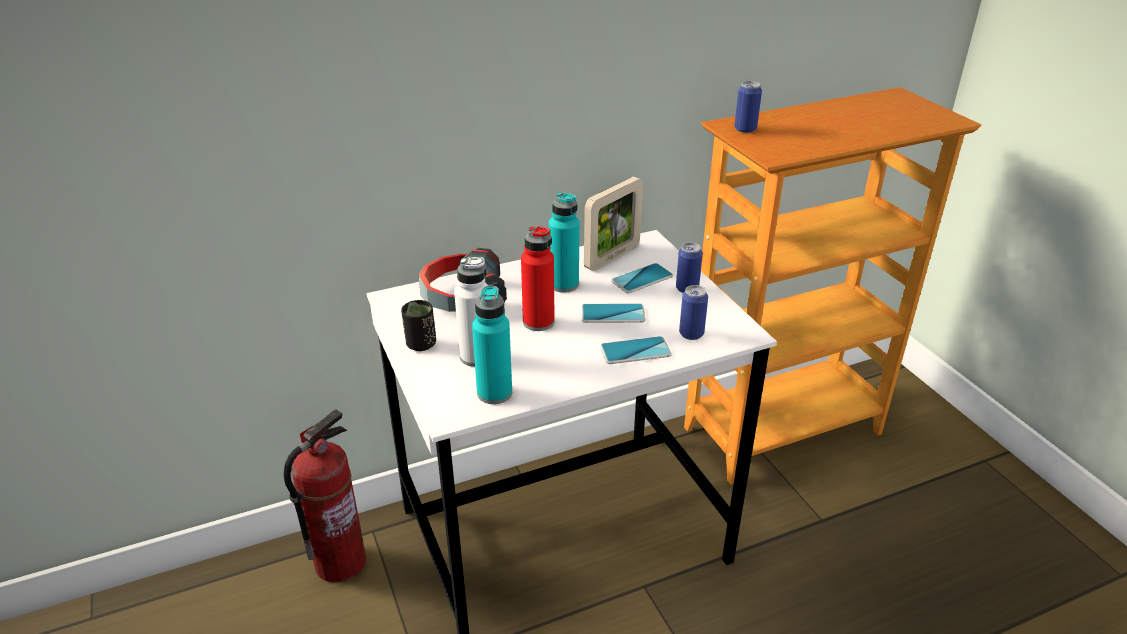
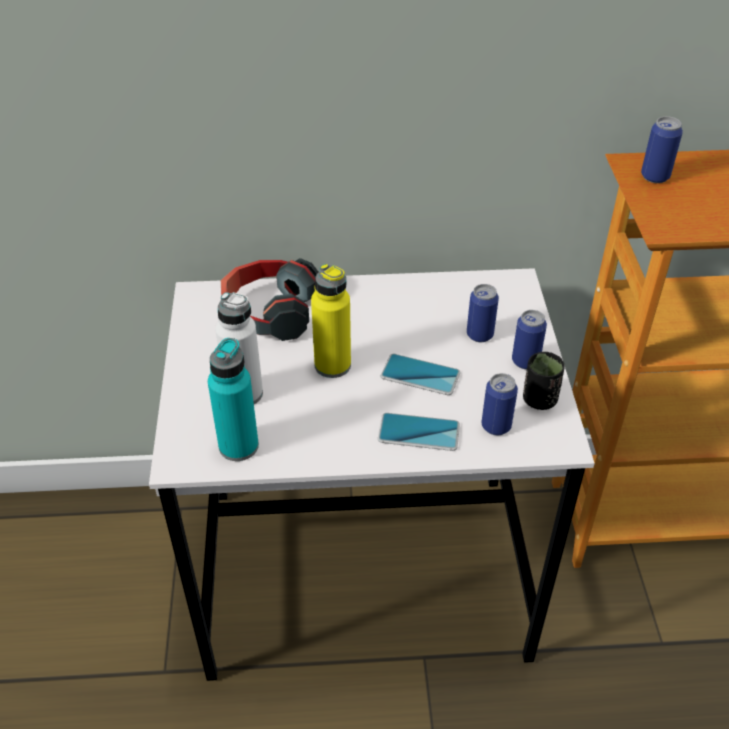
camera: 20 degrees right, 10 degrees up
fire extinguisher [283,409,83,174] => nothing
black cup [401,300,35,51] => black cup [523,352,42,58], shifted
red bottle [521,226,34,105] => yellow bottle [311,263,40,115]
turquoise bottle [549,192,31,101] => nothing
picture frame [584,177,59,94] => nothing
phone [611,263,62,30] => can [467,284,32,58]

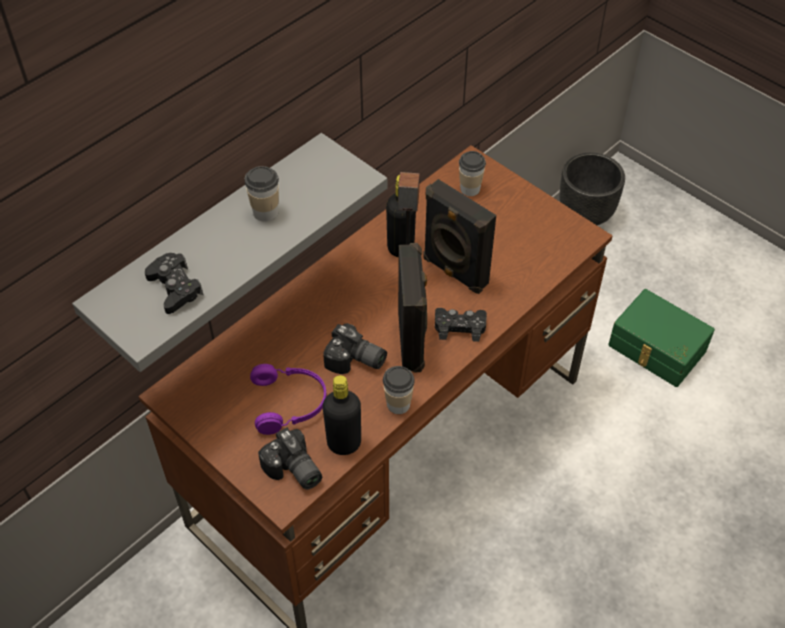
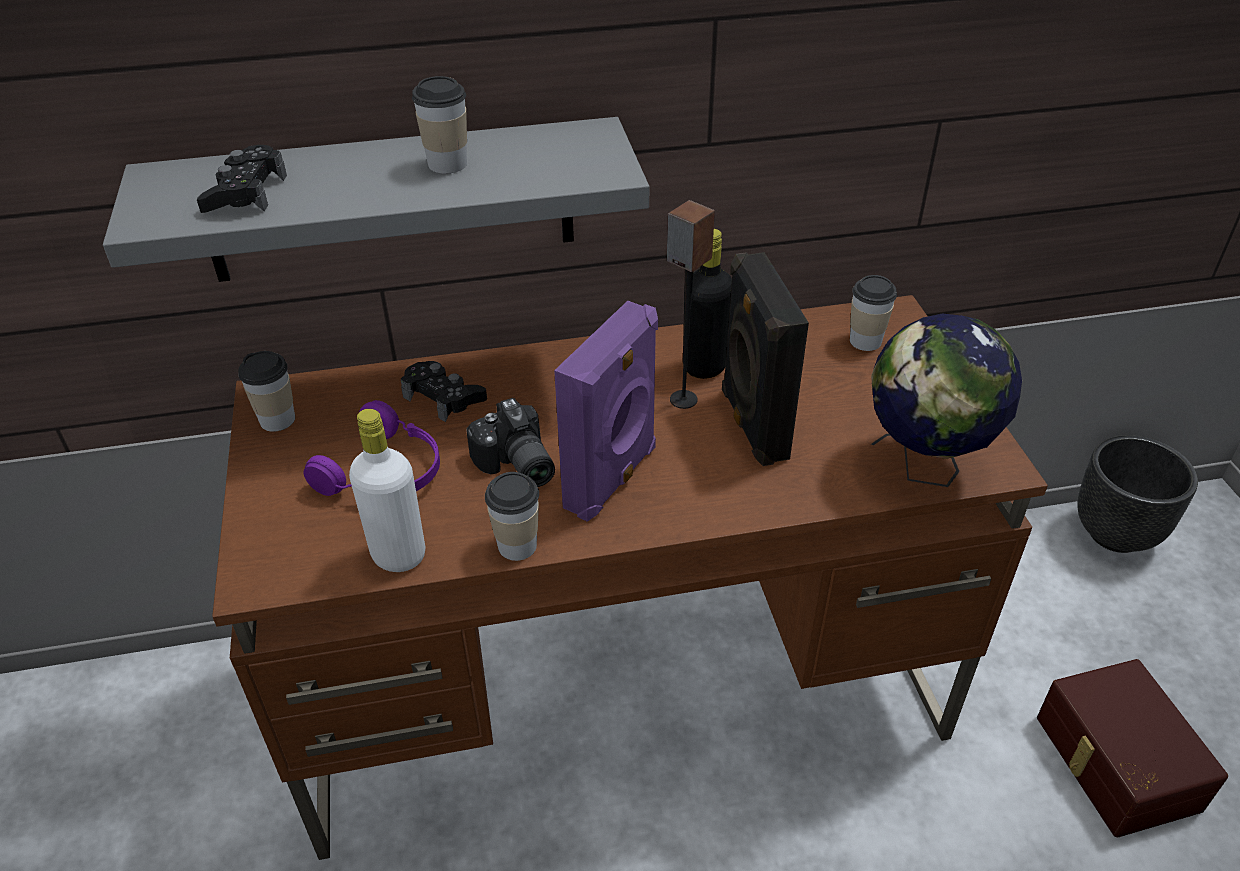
camera: 35 degrees right, 10 degrees down
photo camera [258,427,64,63] => nothing
black bottle [323,375,38,80] => white bottle [349,409,76,163]
black speaker [398,243,29,130] => purple speaker [554,301,104,221]
black game controller [435,308,52,34] => black game controller [401,361,86,61], shifted
green storage box [608,289,107,98] => brown storage box [1037,659,191,178]
nothing => cup [238,351,57,81]
nothing => globe [871,313,151,174]

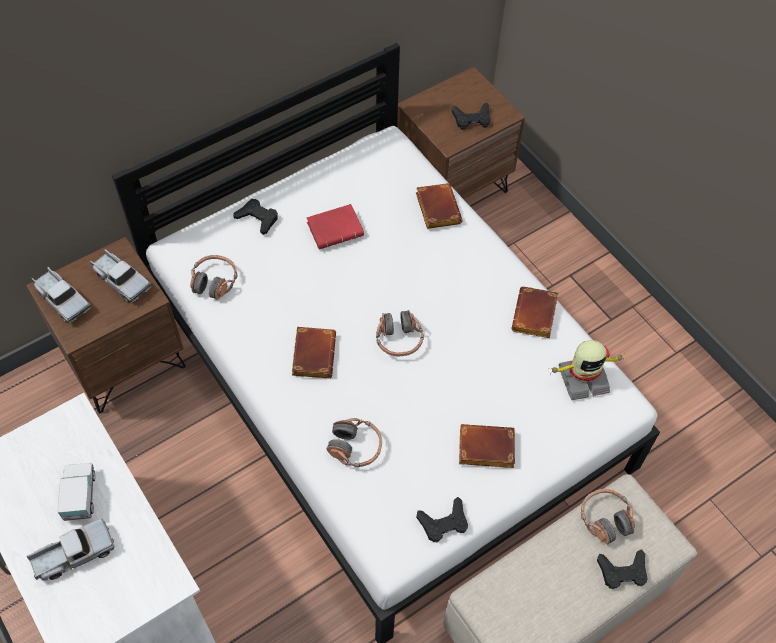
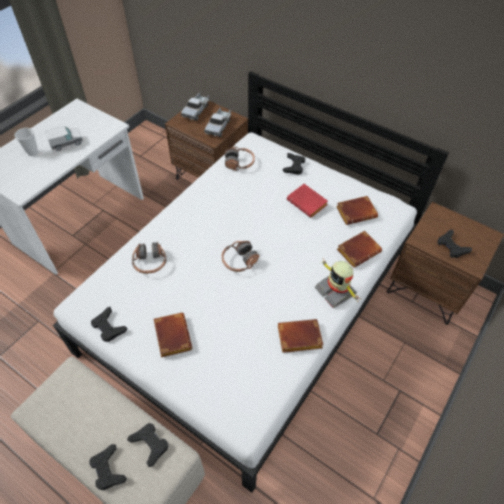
camera: 70 degrees right, 5 degrees down
toy truck [27,519,88,62] => cup [14,128,24,28]
brown book [292,327,44,51] => brown book [336,196,42,29], shifted
toy robot [550,340,75,60] => toy robot [315,259,46,49], shifted
headphones [581,489,54,55] => black game controller [127,423,41,44]

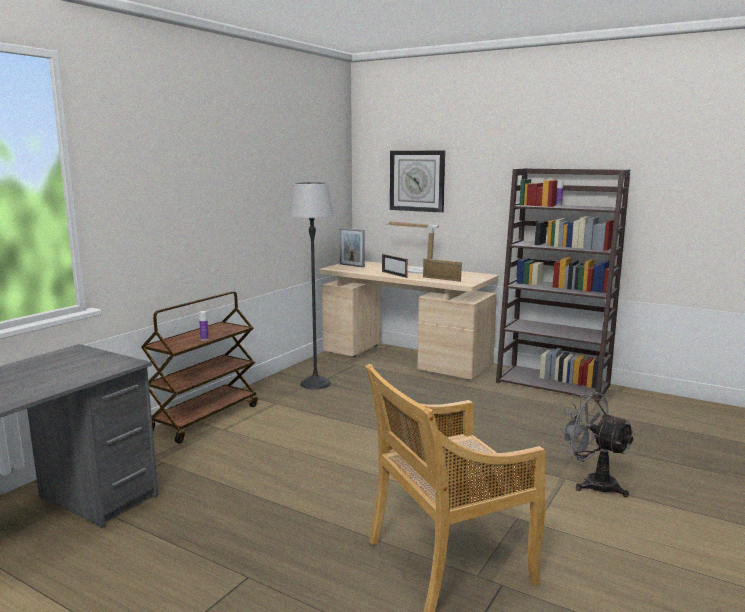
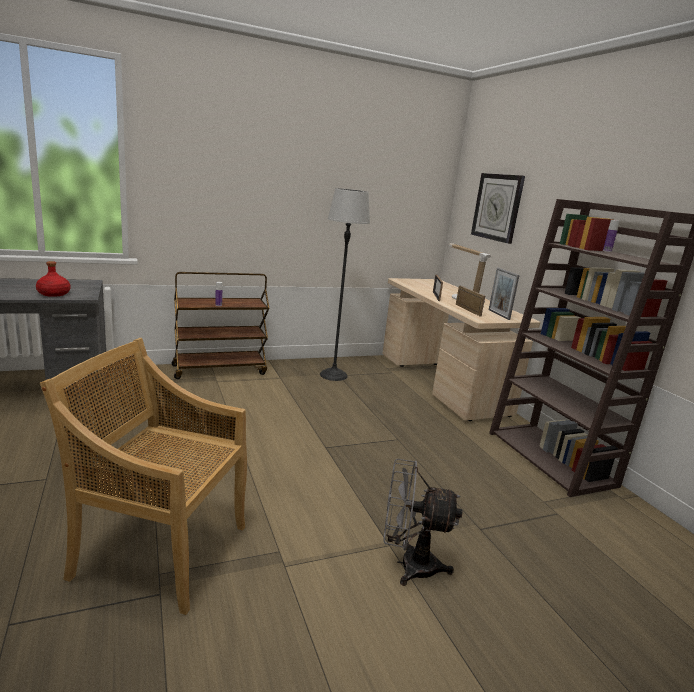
camera: 35 degrees right, 5 degrees up
picture frame [339,228,26,40] => picture frame [489,268,31,52], shifted
grey fan [558,389,77,109] => grey fan [383,459,80,127], 75 degrees counterclockwise
nothing => red bottle [36,261,34,36]

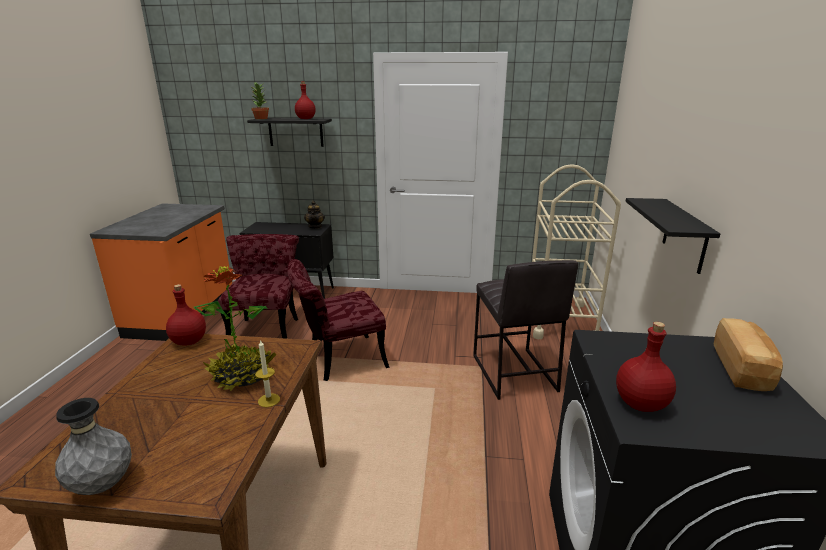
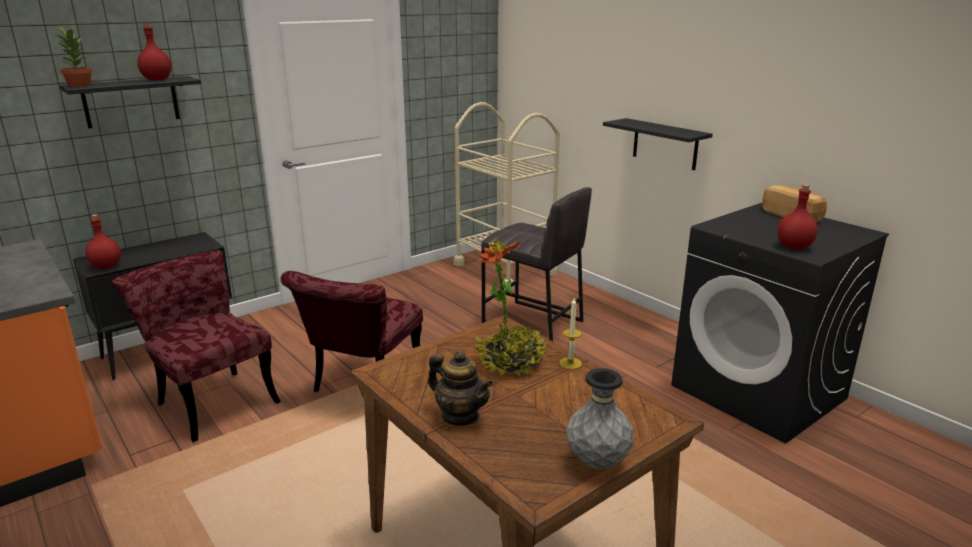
camera: 45 degrees left, 0 degrees up
red bottle [166,284,40,62] => red bottle [85,214,36,55], shifted
teapot [304,201,21,28] => teapot [428,351,65,75], shifted

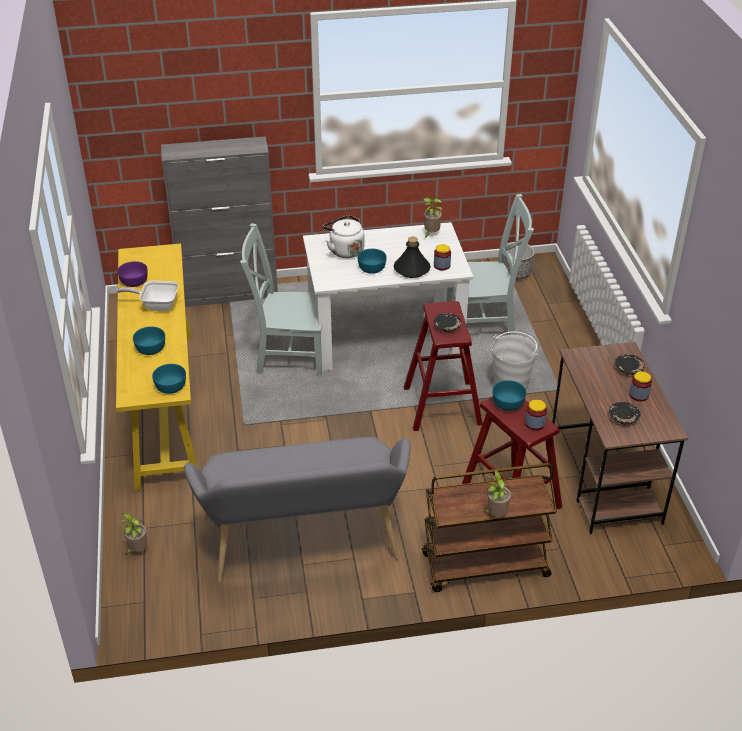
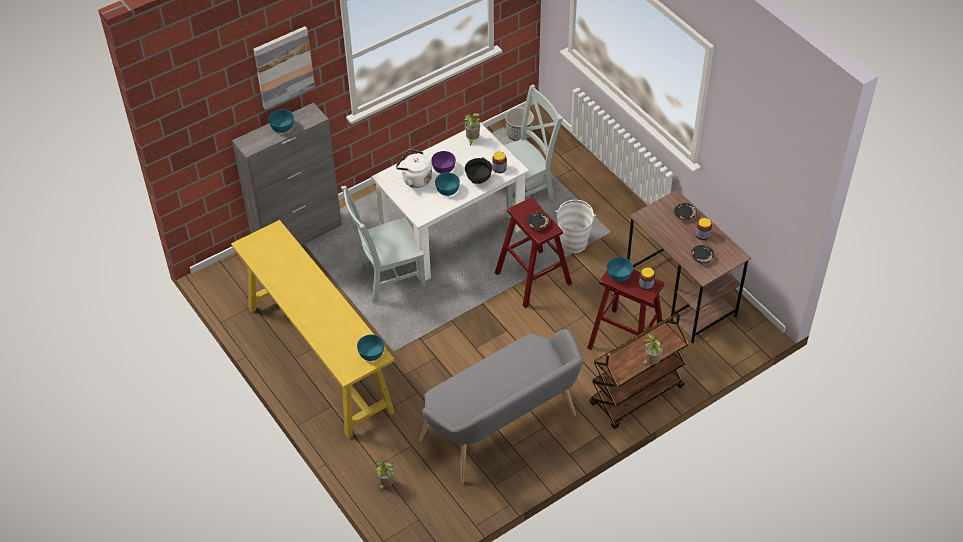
camera: 25 degrees left, 10 degrees up
frying pan [116,281,63,30] => nothing
purple bowl [117,261,31,26] => purple bowl [431,151,25,23], shifted
turquoise bowl [133,327,32,28] => turquoise bowl [269,109,25,24], shifted
black bottle [394,237,37,41] => black bowl [465,158,28,26]
nothing => picture [253,26,62,84]

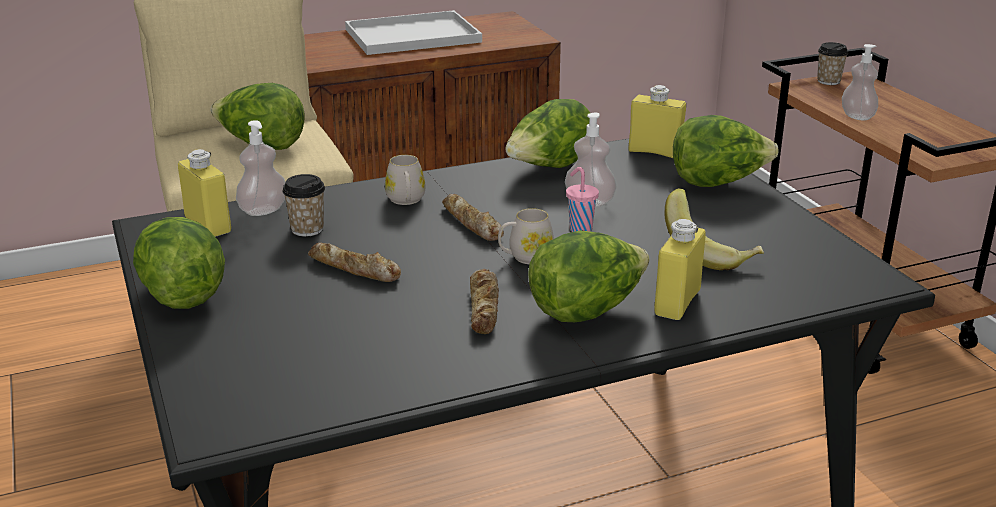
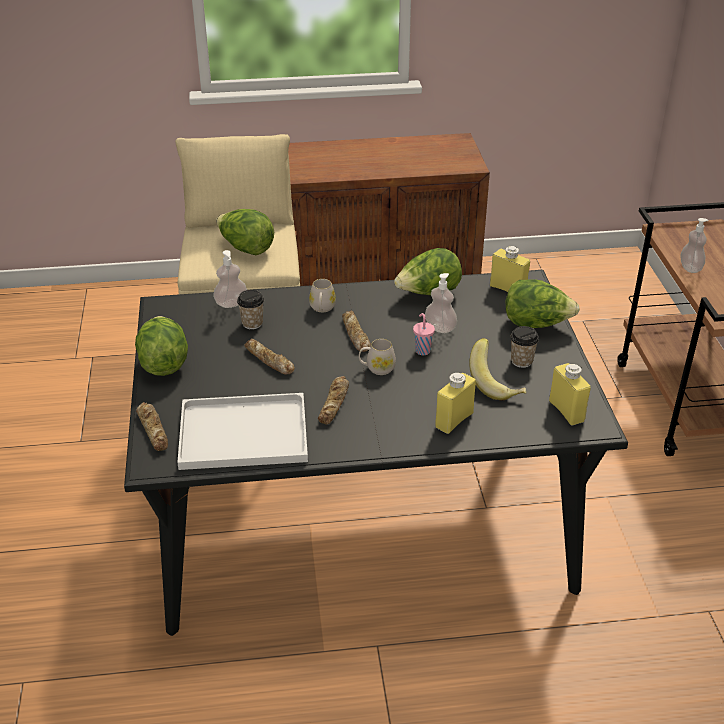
camera: 15 degrees right, 10 degrees up
yellow bottle [178,149,53,88] => yellow bottle [549,363,42,62], shifted
white tray [345,10,137,45] => white tray [177,393,131,77], shifted
lettuce [528,230,121,92] => nothing
cup [817,42,31,43] => cup [510,326,29,42], shifted
nothing => bread [136,402,32,49]

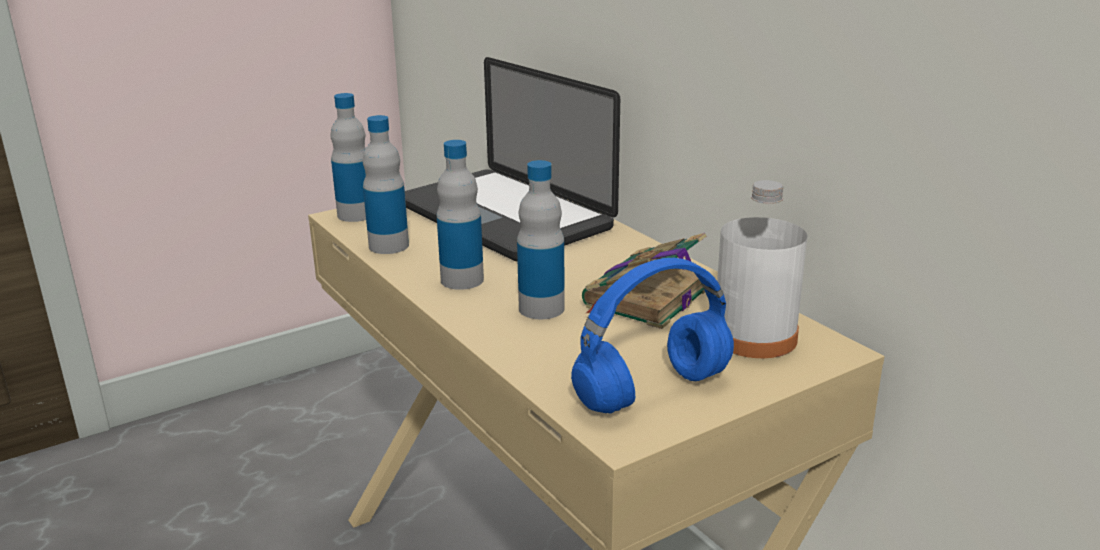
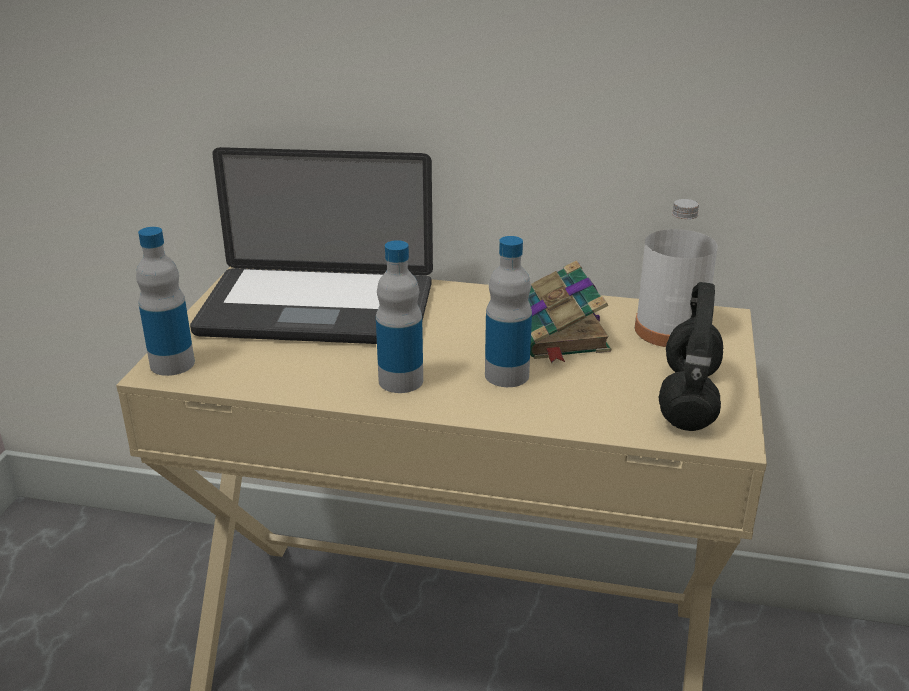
camera: 45 degrees left, 5 degrees up
bottle [363,115,46,139] => nothing
blue headphones [571,258,163,156] => black headphones [659,282,64,149]

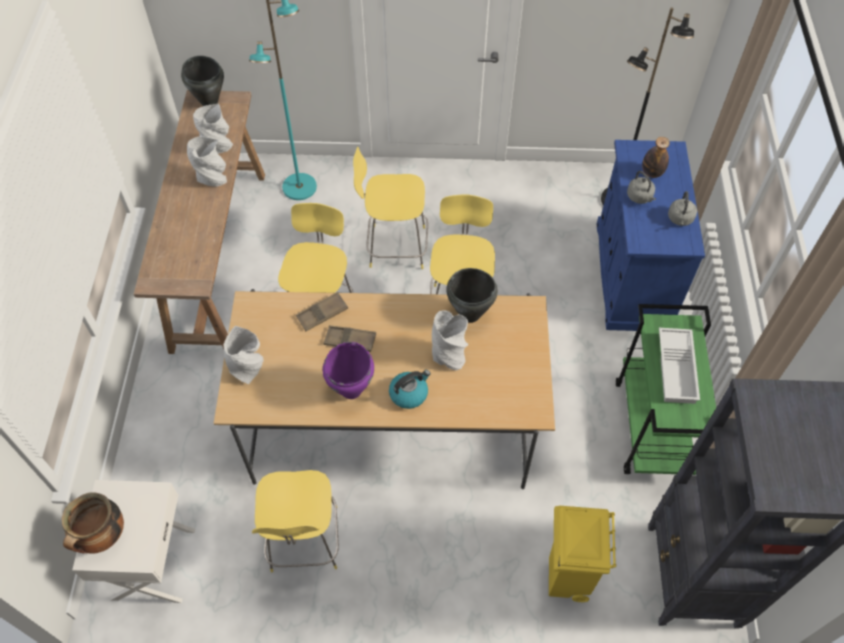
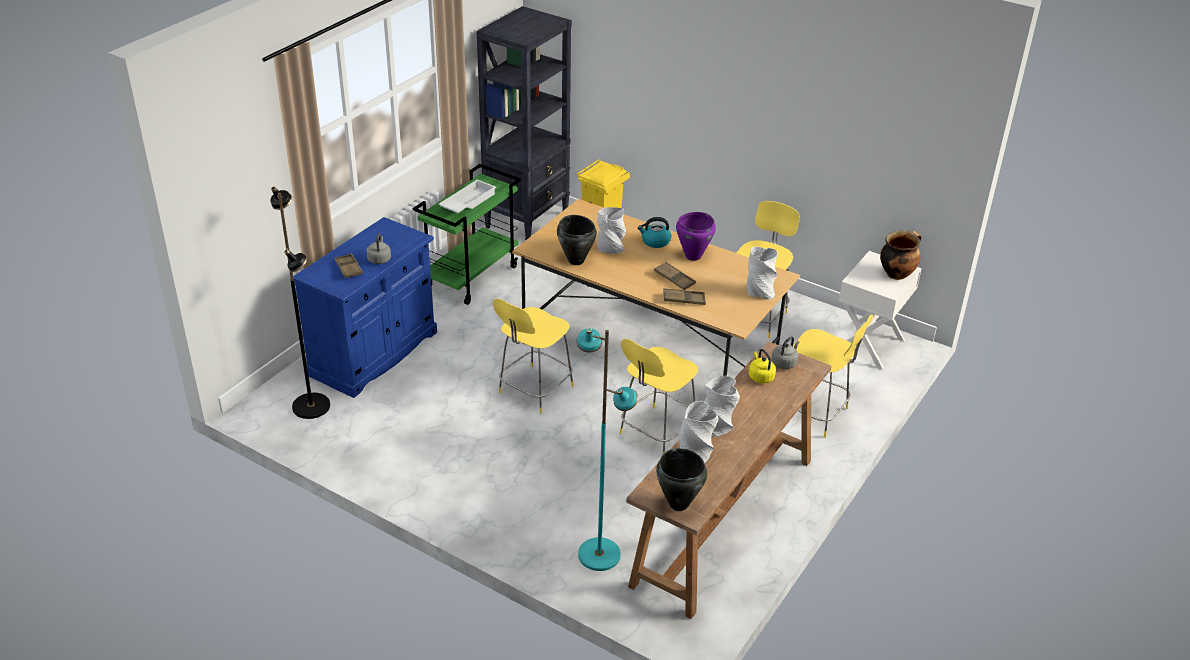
camera: 150 degrees left, 20 degrees down
yellow stool [353,147,75,122] => yellow stool [793,314,80,124], shifted
bottle [642,137,28,41] => brown tray [335,253,28,25]
grey kettle [668,191,29,35] => grey kettle [771,336,29,33], shifted
nothing => yellow kettle [749,349,27,34]

